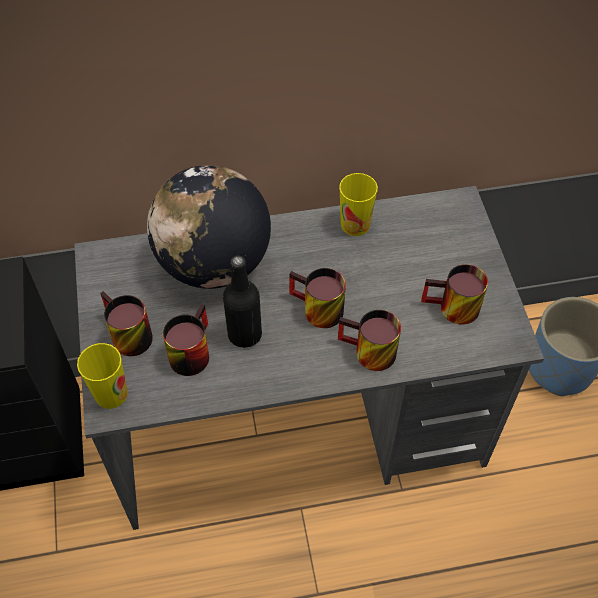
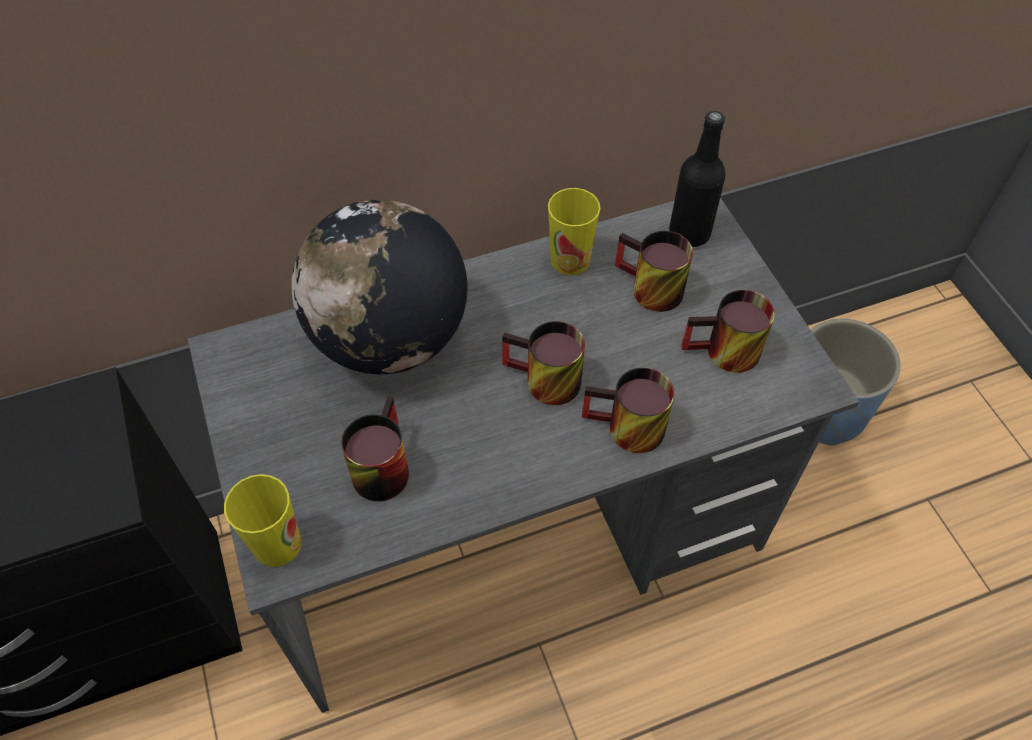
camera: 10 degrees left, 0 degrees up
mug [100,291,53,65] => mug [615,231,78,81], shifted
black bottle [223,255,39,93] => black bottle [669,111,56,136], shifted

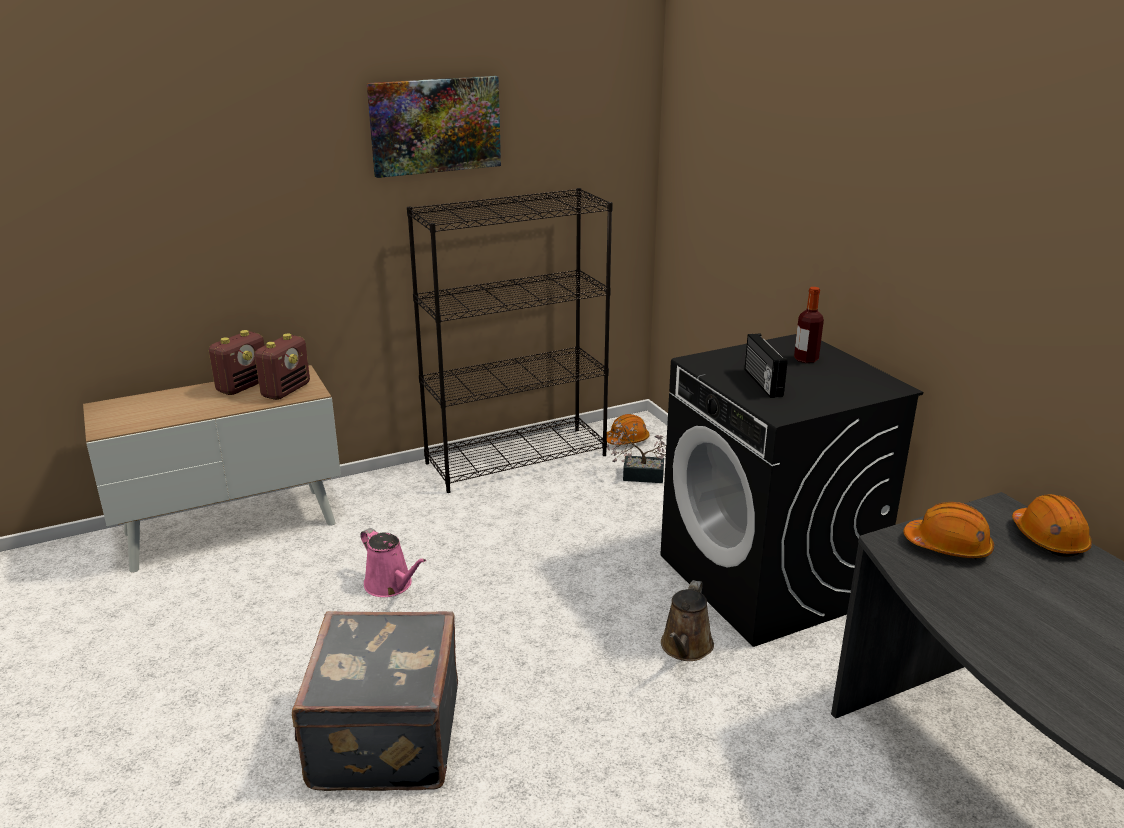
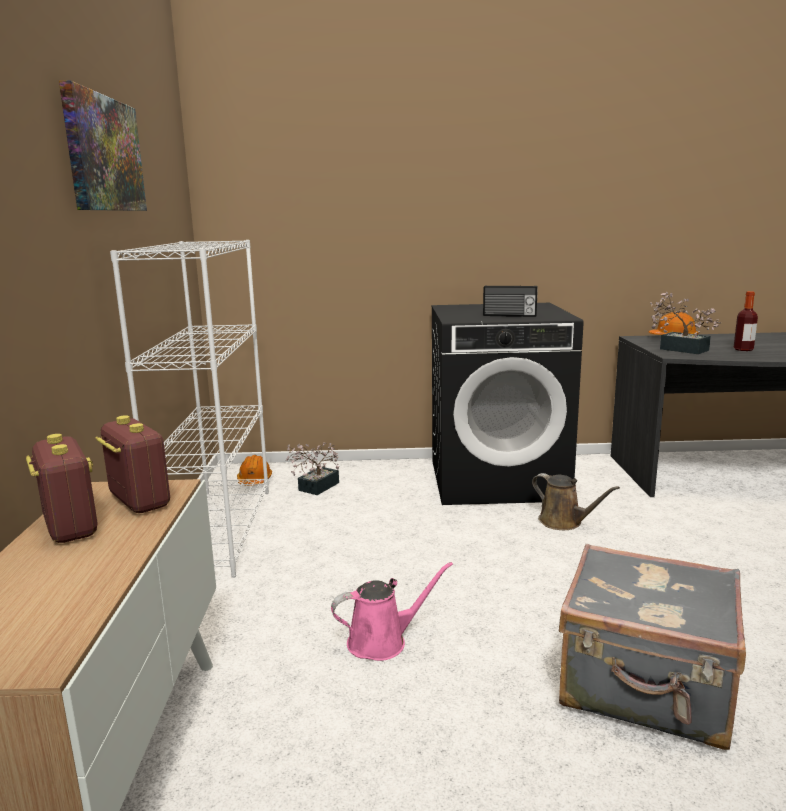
camera: 65 degrees left, 10 degrees down
black bookcase [407,188,206,305] => white bookcase [110,240,159,338]
bottle [794,287,30,76] => bottle [734,291,24,60], shifted
orange hard hat [903,502,91,56] => potted plant [650,292,71,62]

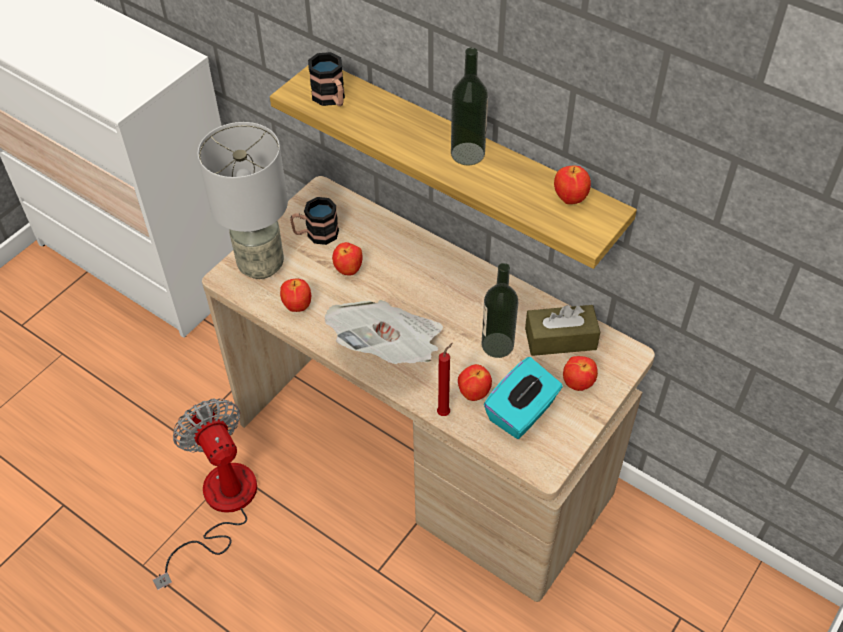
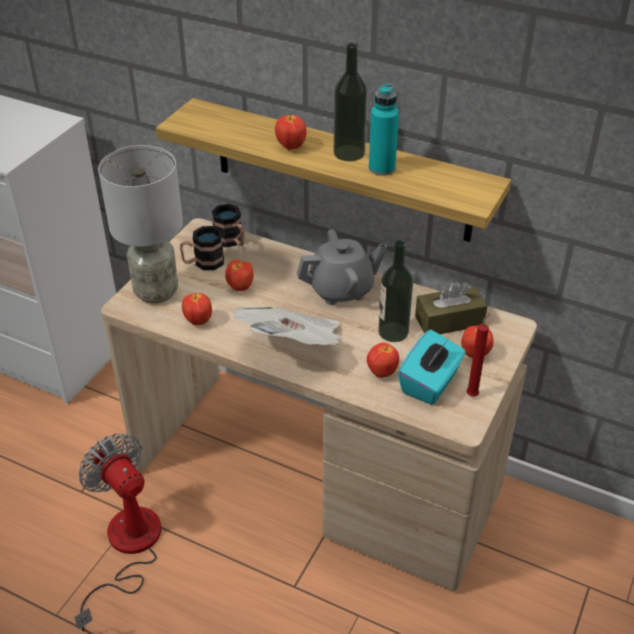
camera: 10 degrees left, 10 degrees down
mug [308,52,37,54] => mug [212,204,32,44], shifted
red candle [437,343,16,73] => red candle [466,312,24,85], shifted
apple [554,166,37,38] => apple [275,114,31,36], shifted
nothing => grey teapot [297,229,91,76]
nothing => turquoise bottle [369,83,30,93]

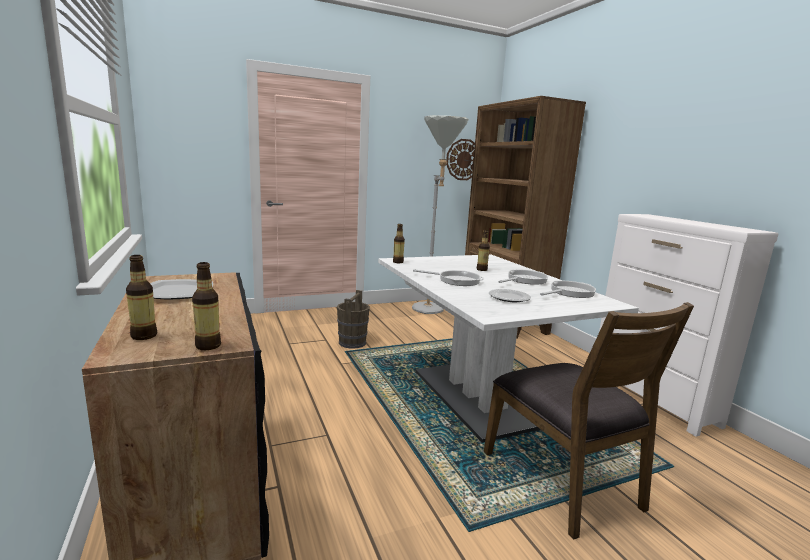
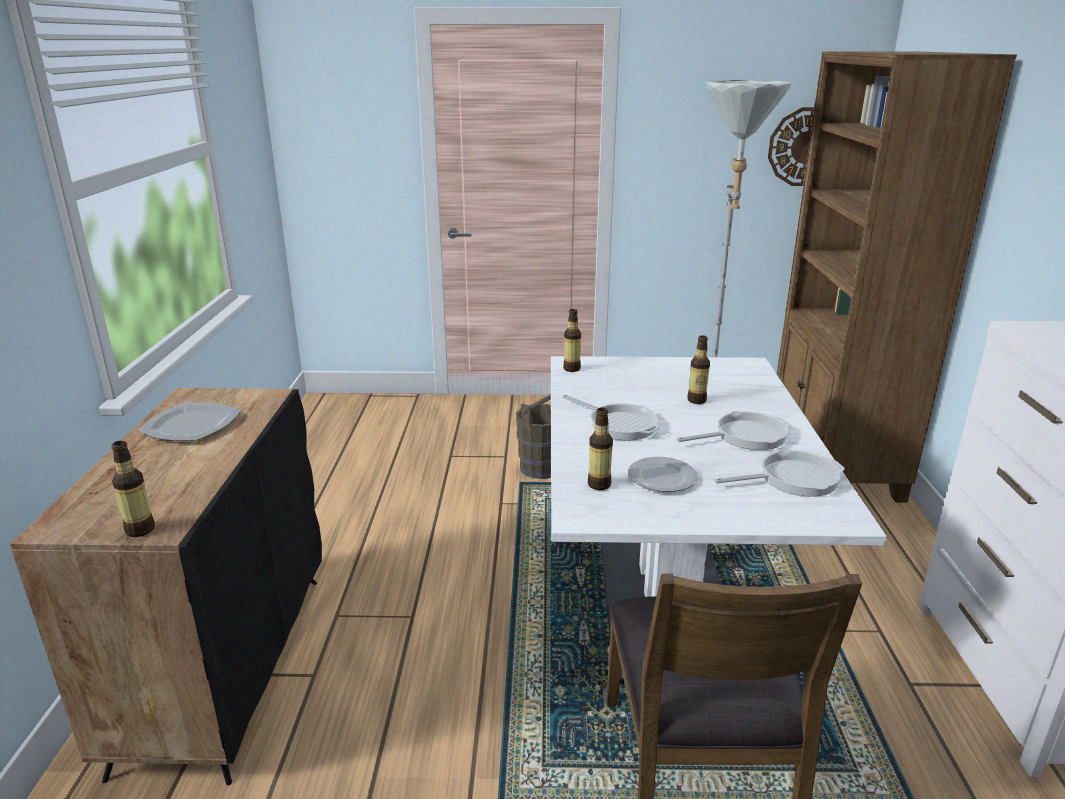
camera: 25 degrees right, 10 degrees up
bottle [126,255,31,85] => bottle [588,408,25,82], shifted

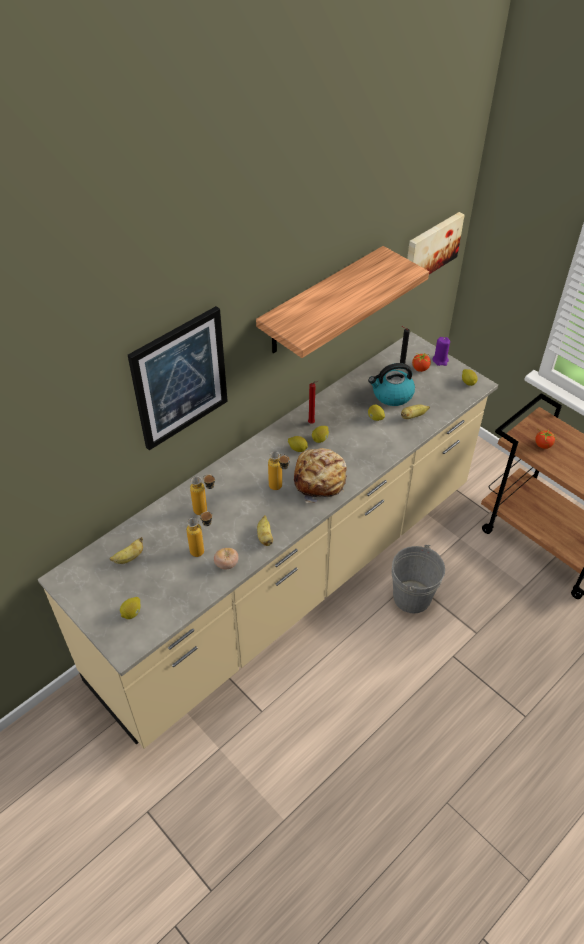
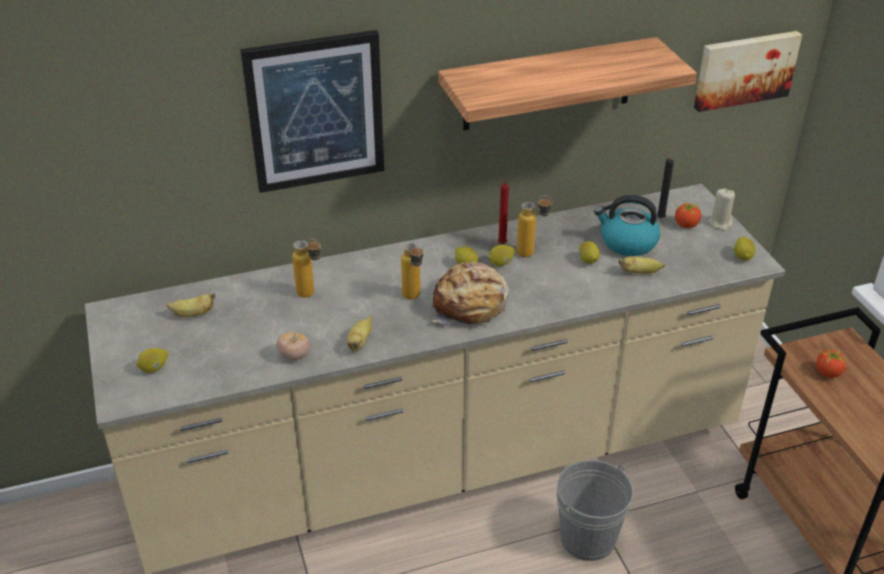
camera: 25 degrees right, 10 degrees down
bottle [186,511,27,46] => bottle [517,196,36,61], shifted
purple candle [432,337,18,29] => beige candle [709,188,26,43]

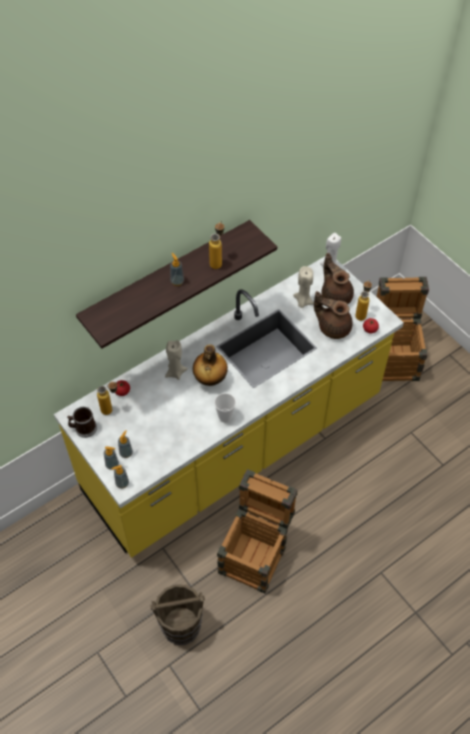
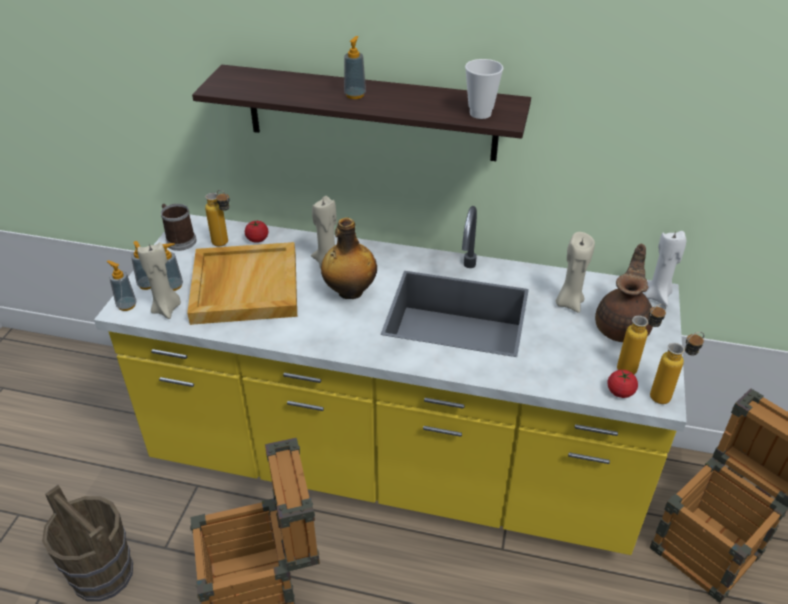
camera: 50 degrees right, 15 degrees down
bottle [209,221,15,48] => bottle [650,332,54,72], shifted
cup [214,393,22,30] => cup [465,59,39,60], shifted
brown teapot [314,291,39,48] => nothing
nothing => beige candle [137,242,44,77]
nothing => beige tray [187,242,110,83]

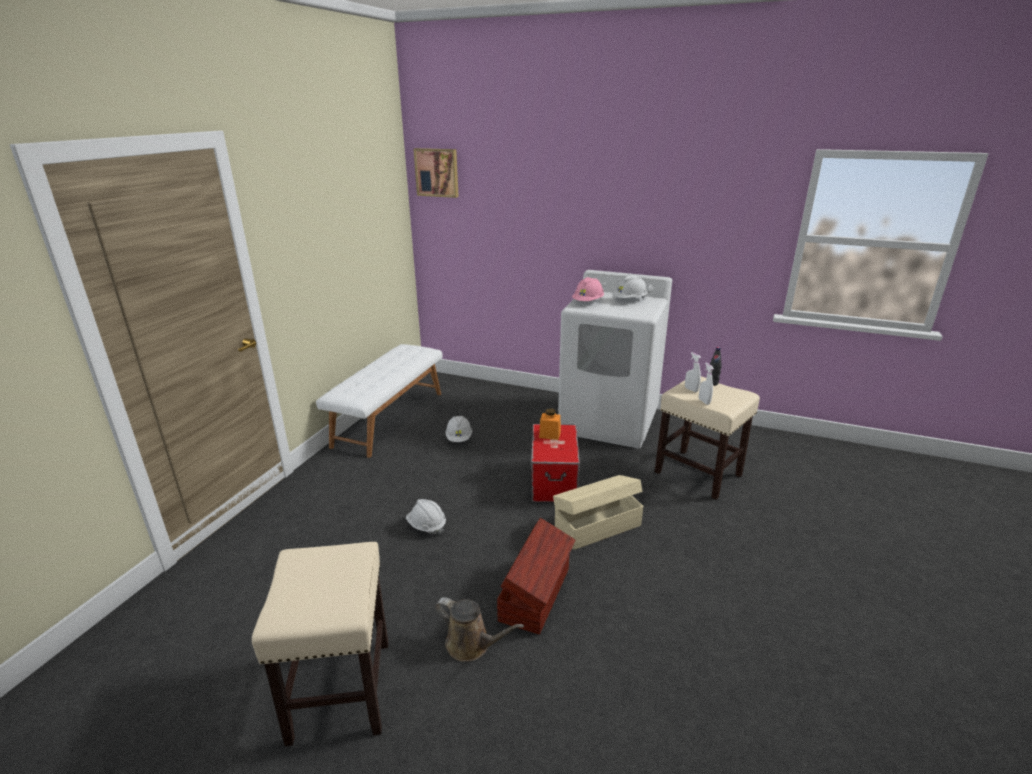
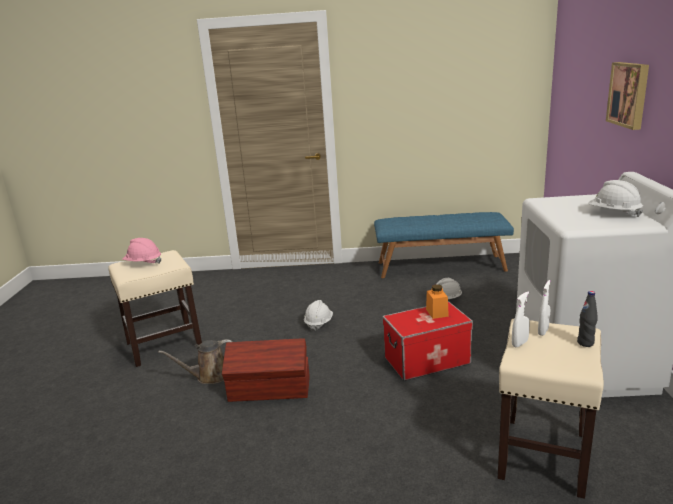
camera: 70 degrees right, 5 degrees down
white bench [316,344,127,114] => blue bench [374,212,140,66]
picture [413,148,46,50] => picture [606,62,43,68], shifted
brown watering can [435,597,89,65] => brown watering can [158,339,74,45], 60 degrees clockwise
beige storage box [553,475,90,75] => nothing
pink hard hat [572,277,32,24] => pink hard hat [122,238,40,26], shifted

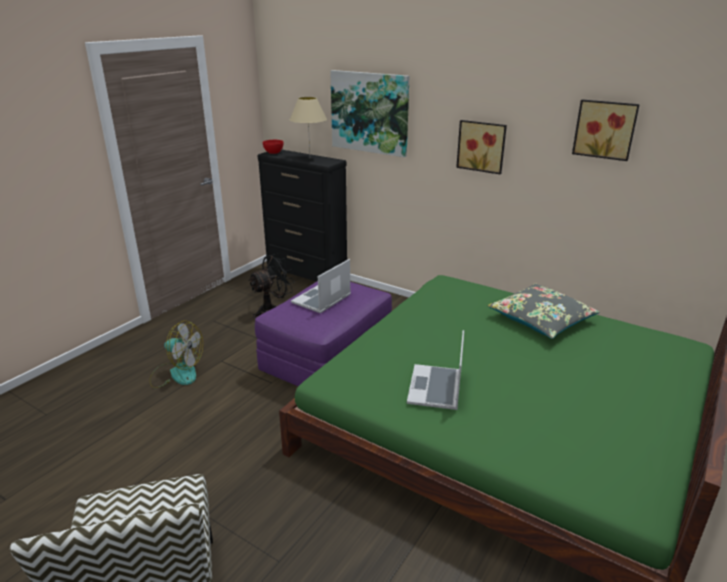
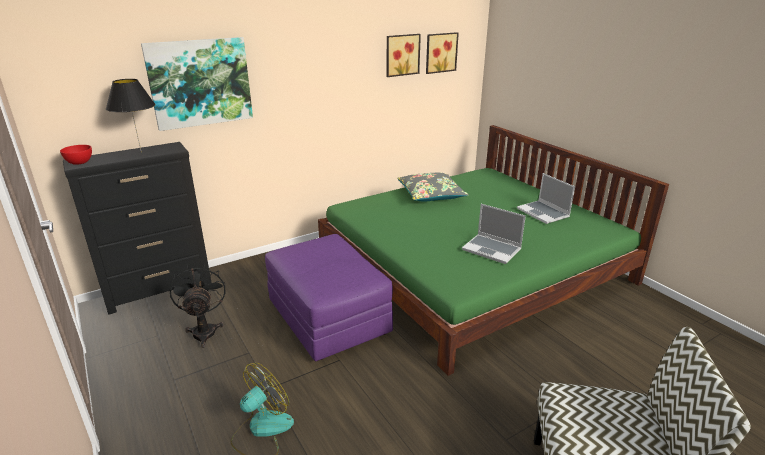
camera: 65 degrees left, 0 degrees up
beige table lamp [290,97,37,56] => black table lamp [106,79,50,71]
laptop [291,259,60,54] => laptop [517,173,58,51], shifted
picture [456,120,51,54] => picture [426,32,33,42], shifted

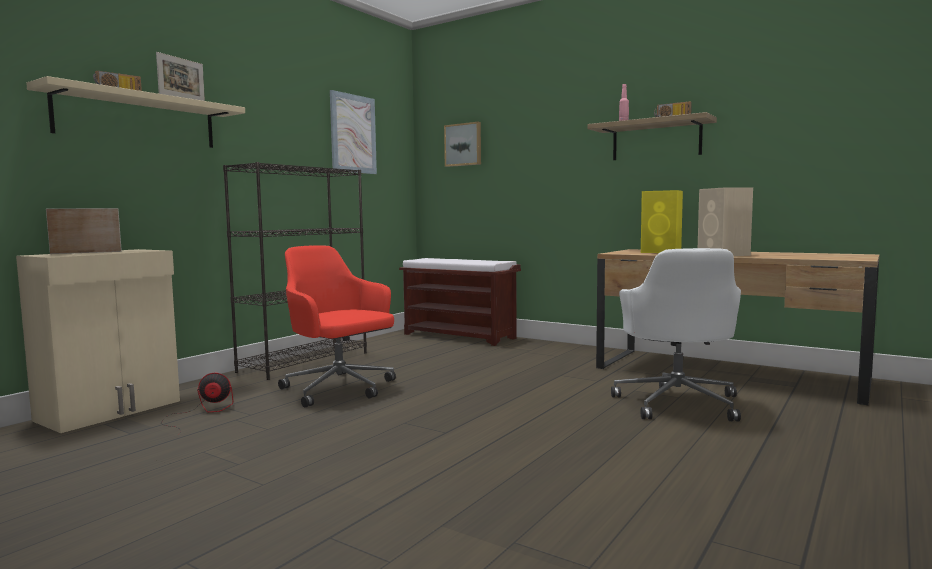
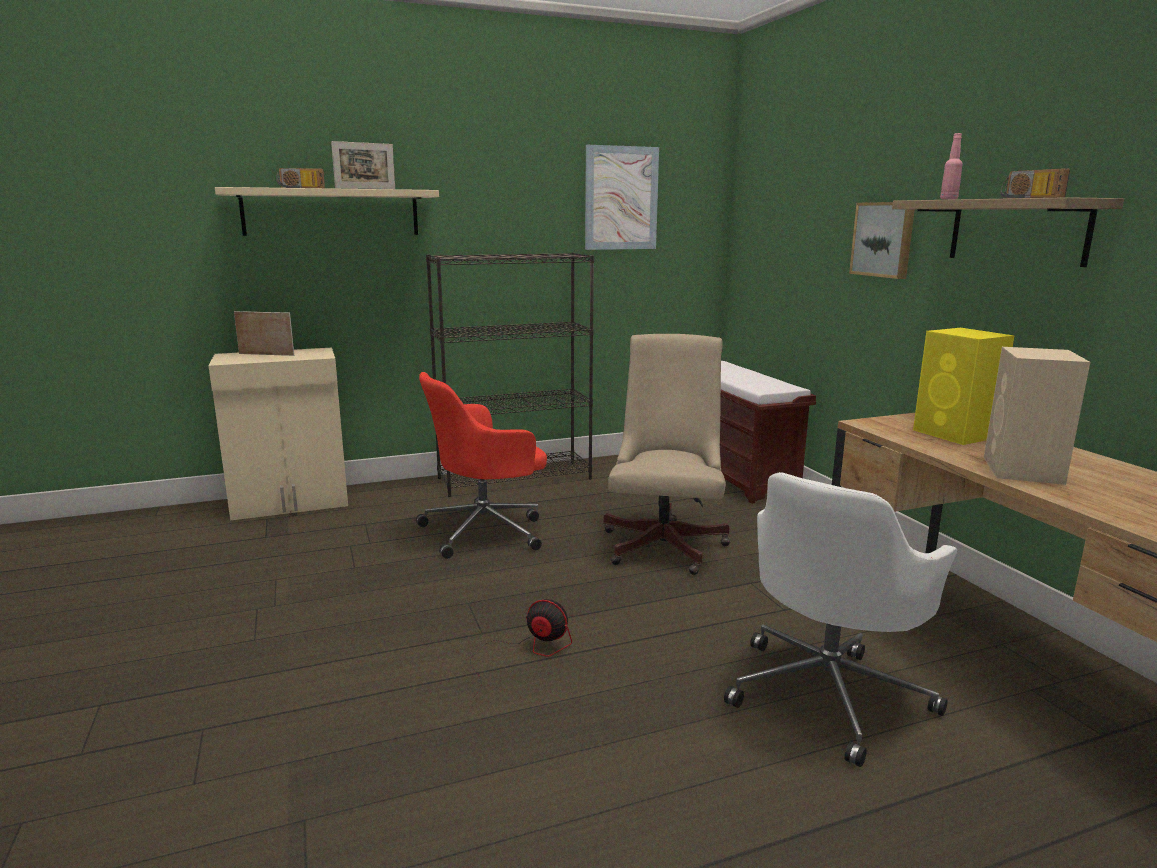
camera: 35 degrees right, 10 degrees up
fan [162,373,71,62] => fan [470,599,102,97], shifted
red office chair [278,245,118,162] => red office chair [416,372,131,187], 105 degrees counterclockwise
picture [444,122,37,45] => picture [849,202,66,77], shifted
nothing => beige office chair [603,334,127,241]

